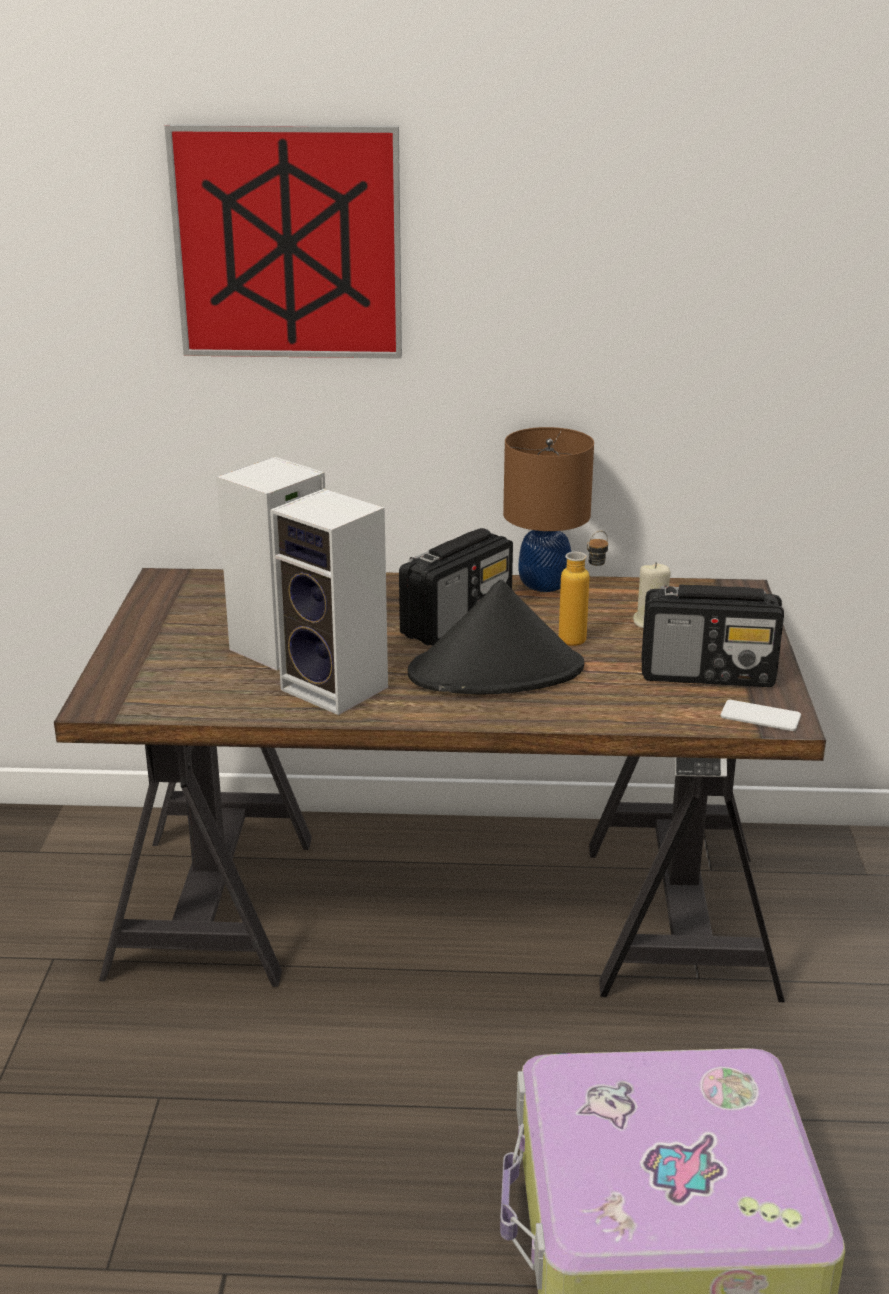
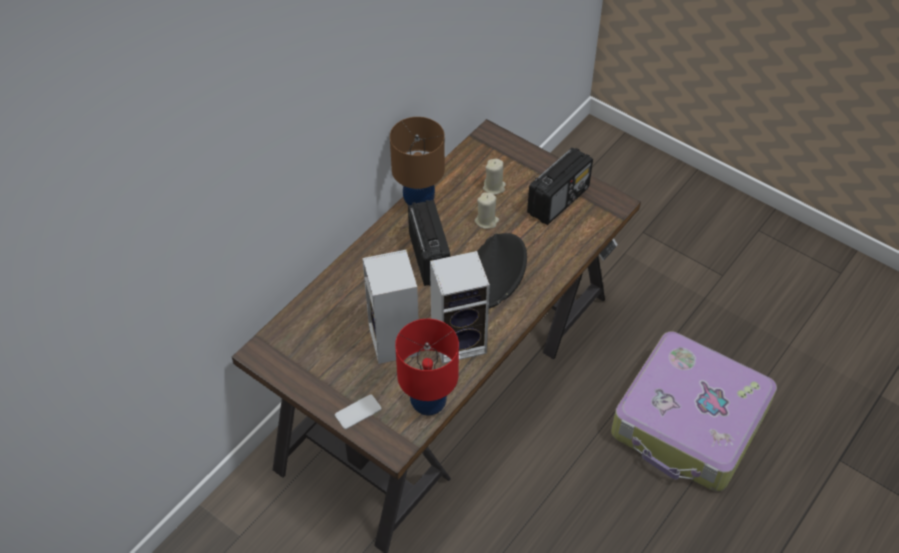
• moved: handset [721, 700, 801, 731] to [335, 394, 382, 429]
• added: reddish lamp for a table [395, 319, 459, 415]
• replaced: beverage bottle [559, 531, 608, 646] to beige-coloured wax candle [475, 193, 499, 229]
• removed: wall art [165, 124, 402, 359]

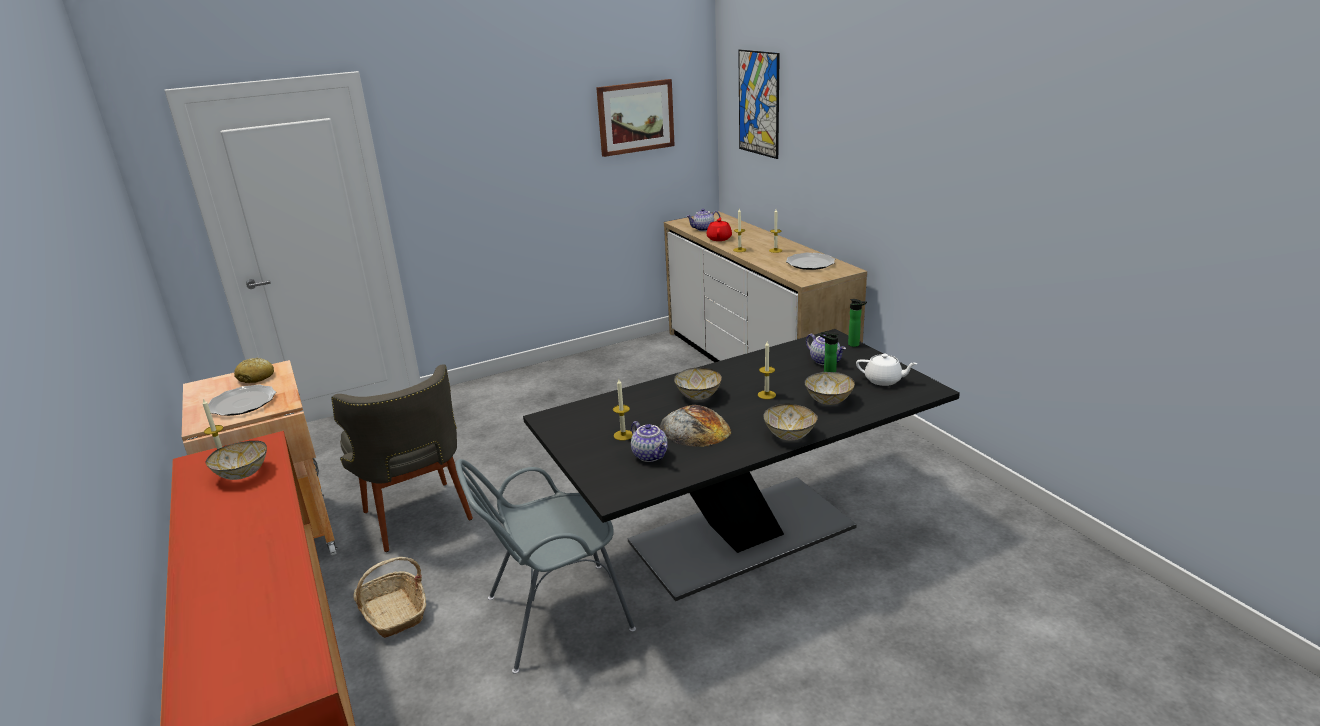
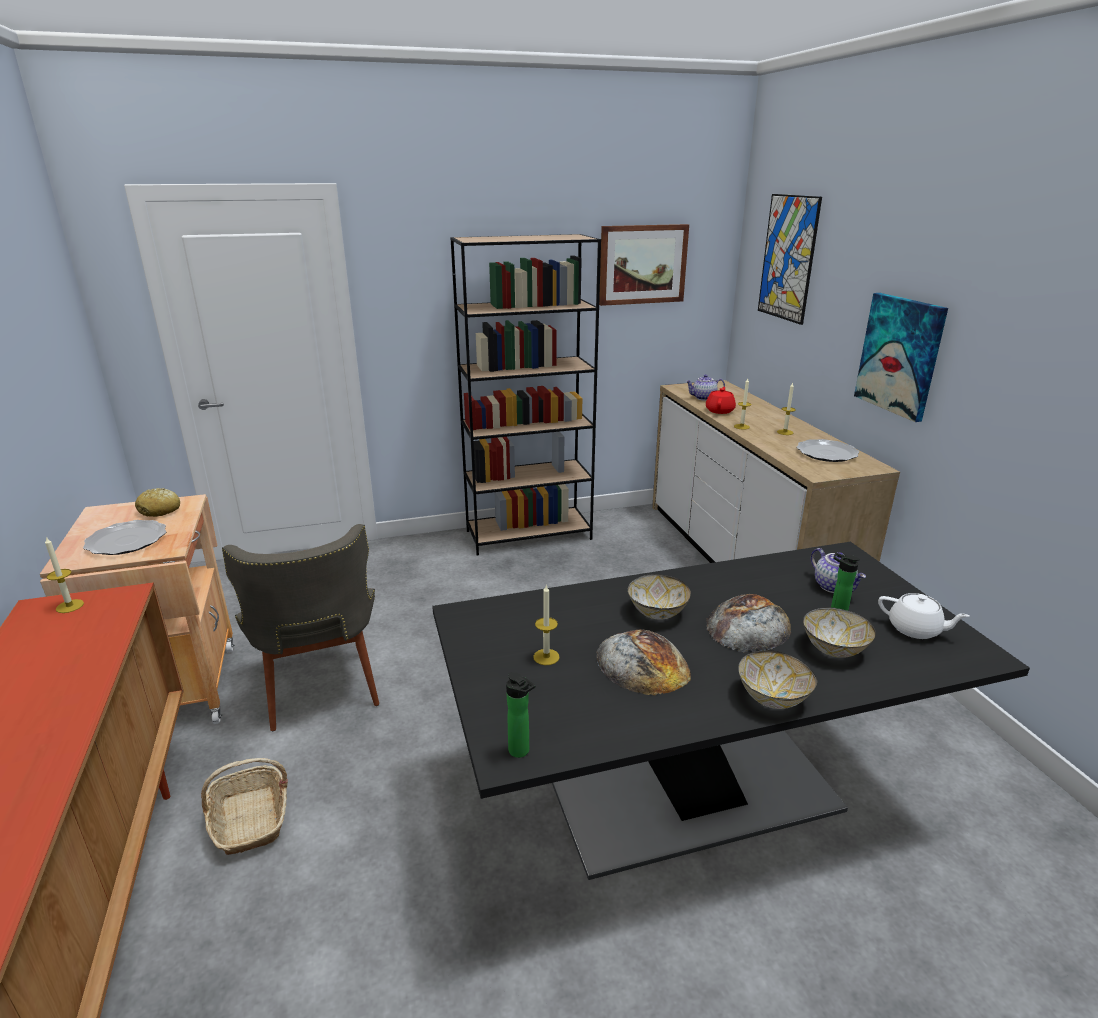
• added: beige-coloured shelving unit [450, 234, 601, 556]
• moved: beverage bottle [848, 299, 867, 347] to [506, 672, 535, 758]
• replaced: wax candle [758, 341, 776, 399] to bakery bread [707, 594, 791, 652]
• added: wall art [854, 293, 948, 422]
• removed: deep dish [205, 441, 267, 480]
• removed: greyish chair [455, 459, 636, 674]
• removed: teapot [631, 421, 668, 462]

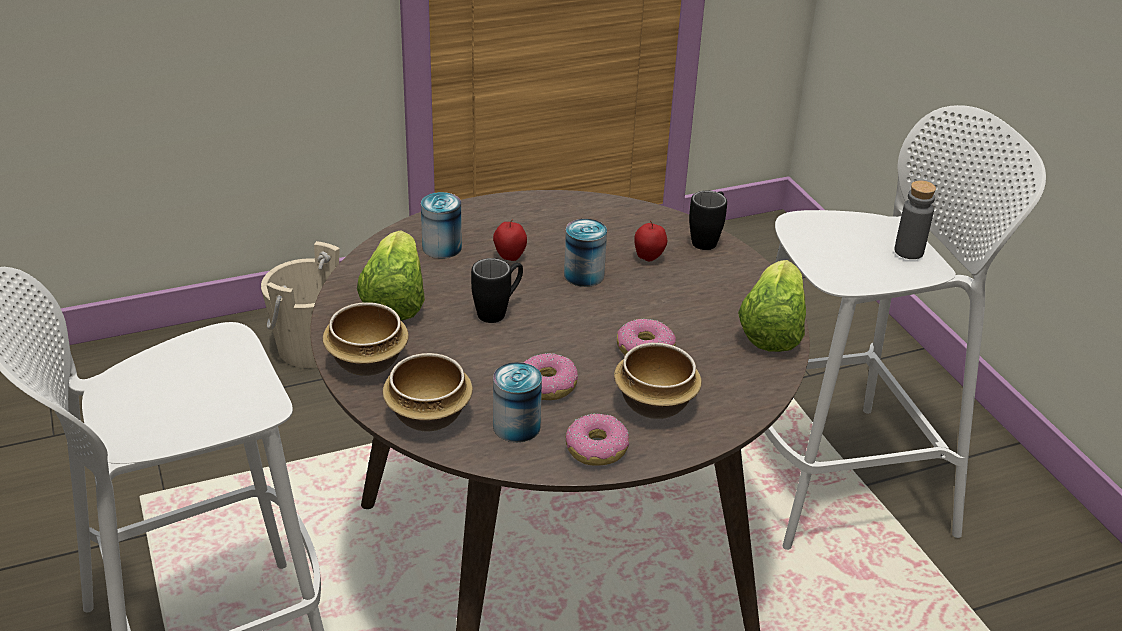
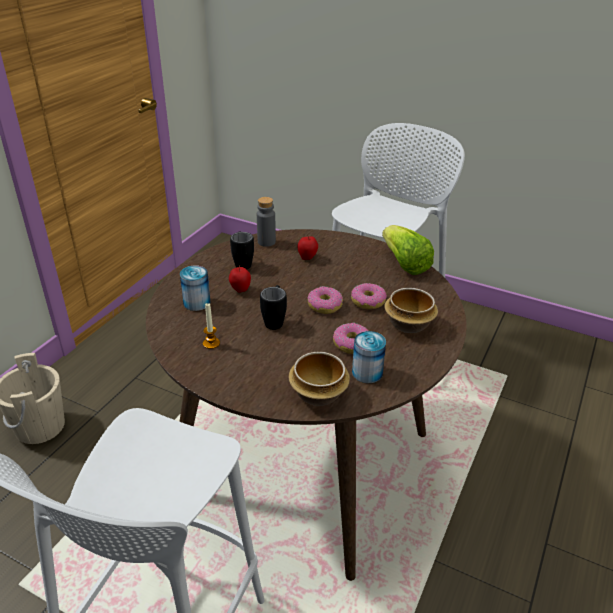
• replaced: head of lettuce [357, 230, 425, 321] to wax candle [203, 303, 220, 349]
• moved: black-coloured tea mug [689, 191, 727, 250] to [230, 231, 254, 270]
• moved: greyish beverage bottle [894, 181, 936, 259] to [257, 197, 276, 247]
• moved: doughnut [565, 414, 629, 466] to [307, 286, 343, 314]
• removed: deep dish [323, 302, 409, 376]
• removed: can [564, 219, 607, 287]

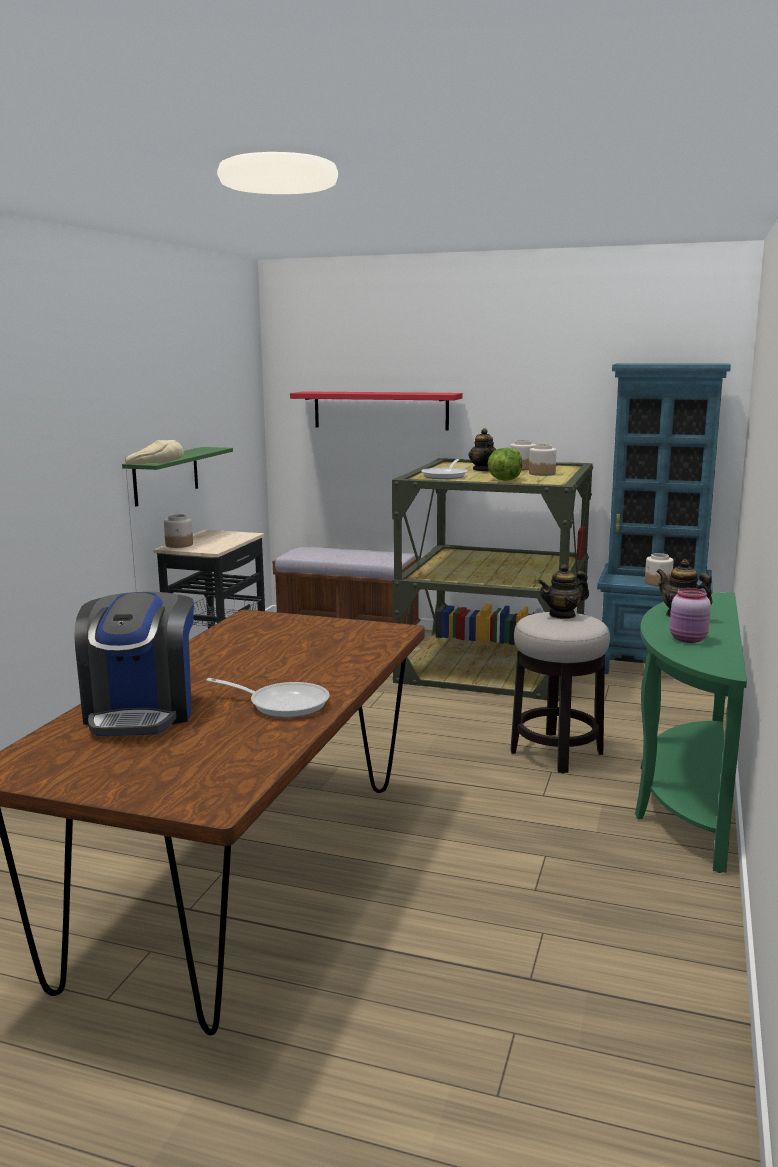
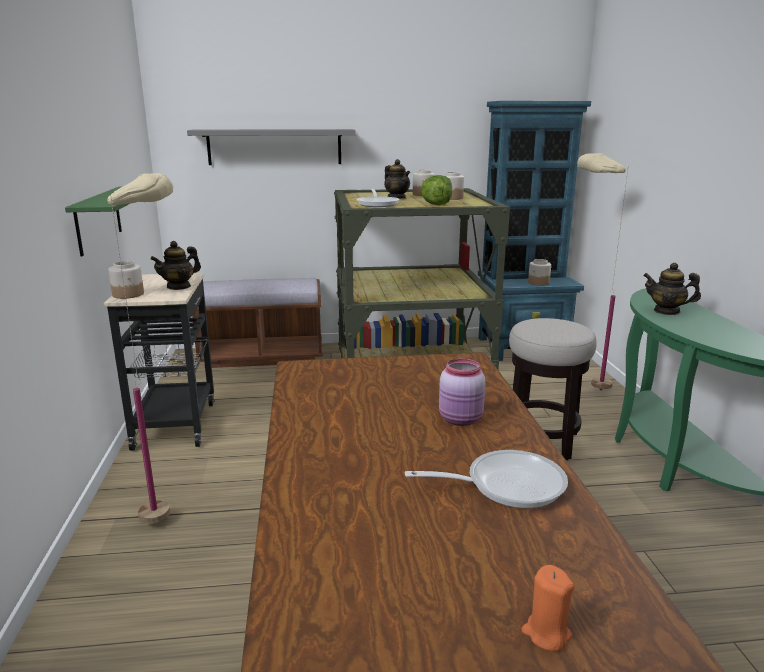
• moved: teapot [538, 564, 589, 619] to [150, 241, 201, 290]
• recoloured: reddish wall shelf [290, 391, 463, 430] to greyish wall shelf [187, 129, 356, 165]
• moved: pink preserve jar [670, 588, 711, 643] to [439, 358, 486, 426]
• added: orangey wax candle [521, 565, 574, 651]
• added: beige-coloured floor lamp [577, 153, 629, 391]
• removed: coffee maker [74, 592, 194, 736]

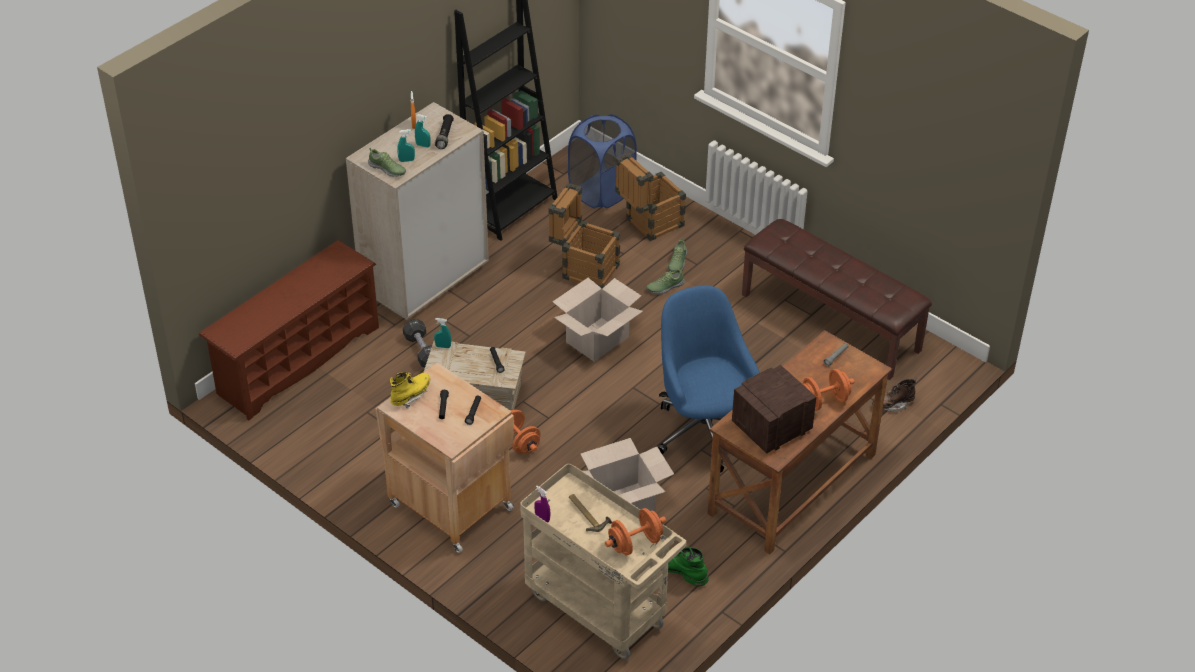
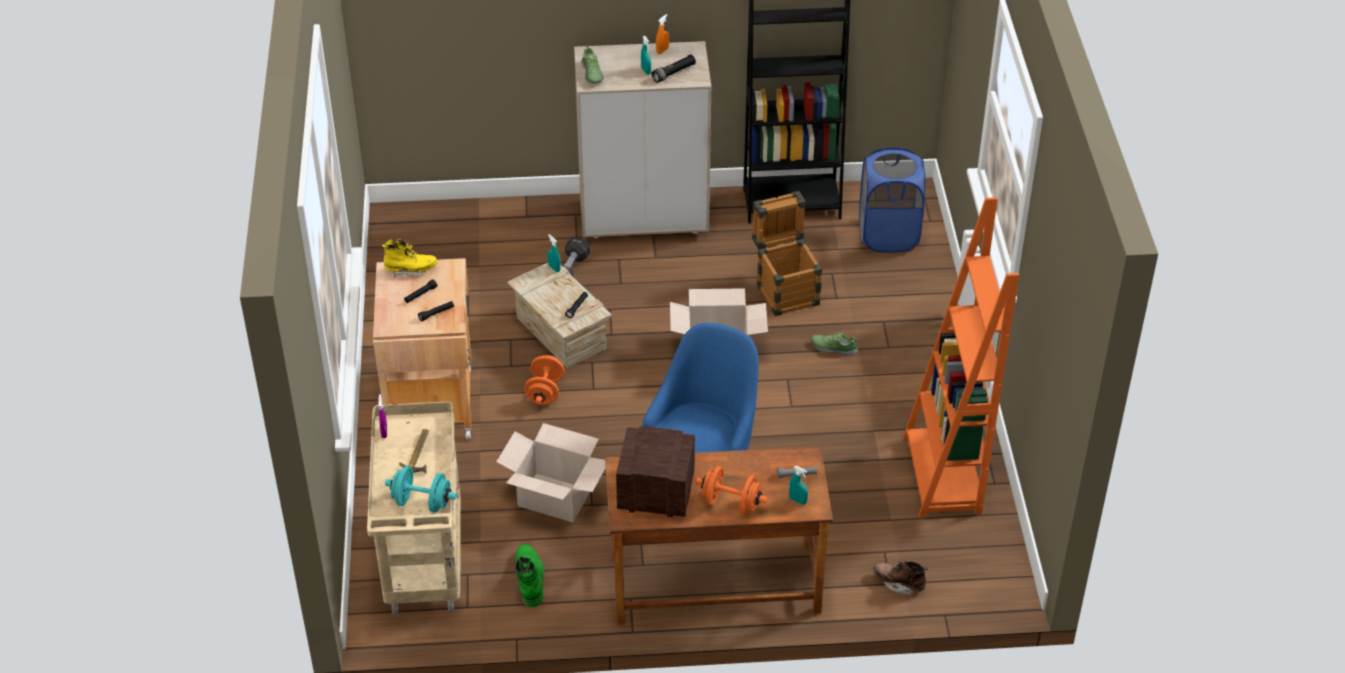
• recoloured: orangey hand weight [605, 508, 666, 555] to turquoise hand weight [385, 466, 457, 513]
• moved: turquoise hand sprayer [397, 129, 415, 162] to [789, 466, 808, 505]
• replaced: brown indoor bench [742, 219, 932, 380] to orangey shelving unit [903, 197, 1019, 517]
• removed: brown shoe rack [199, 240, 379, 421]
• removed: packing crate [615, 153, 686, 241]
• removed: shoe [667, 238, 687, 272]

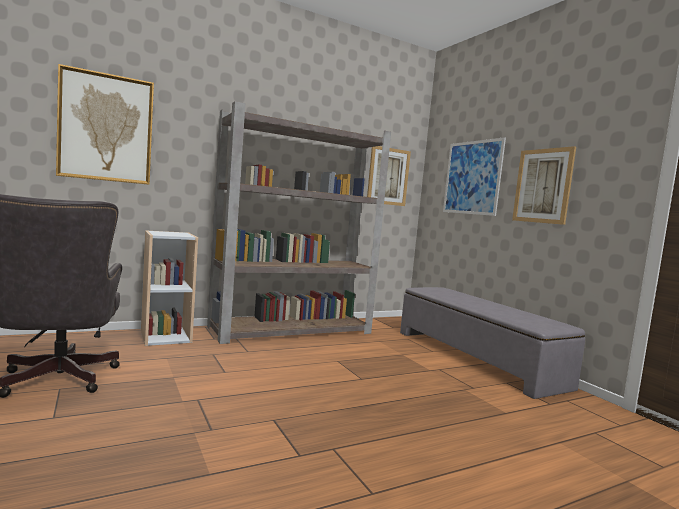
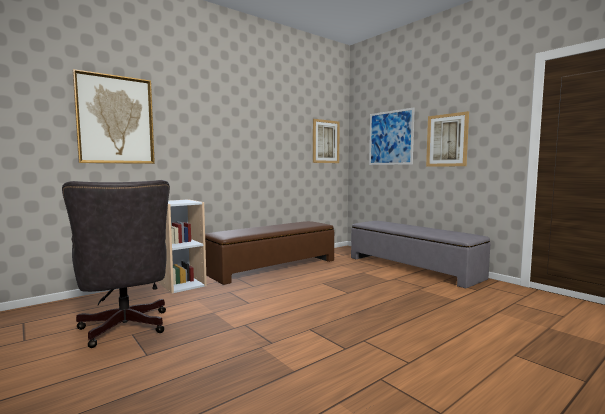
• replaced: brown shelving unit [207, 101, 391, 344] to brown indoor bench [205, 221, 334, 285]

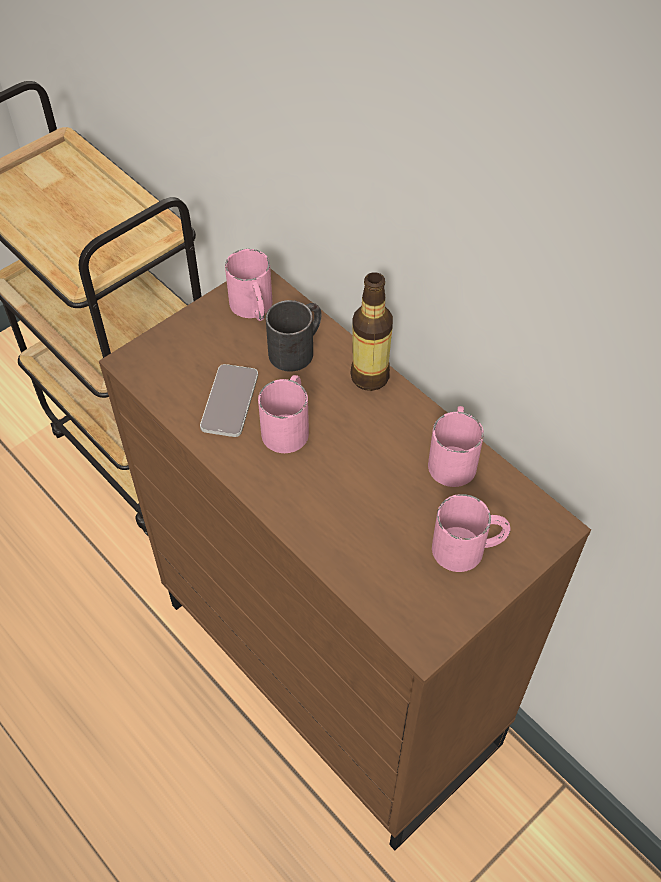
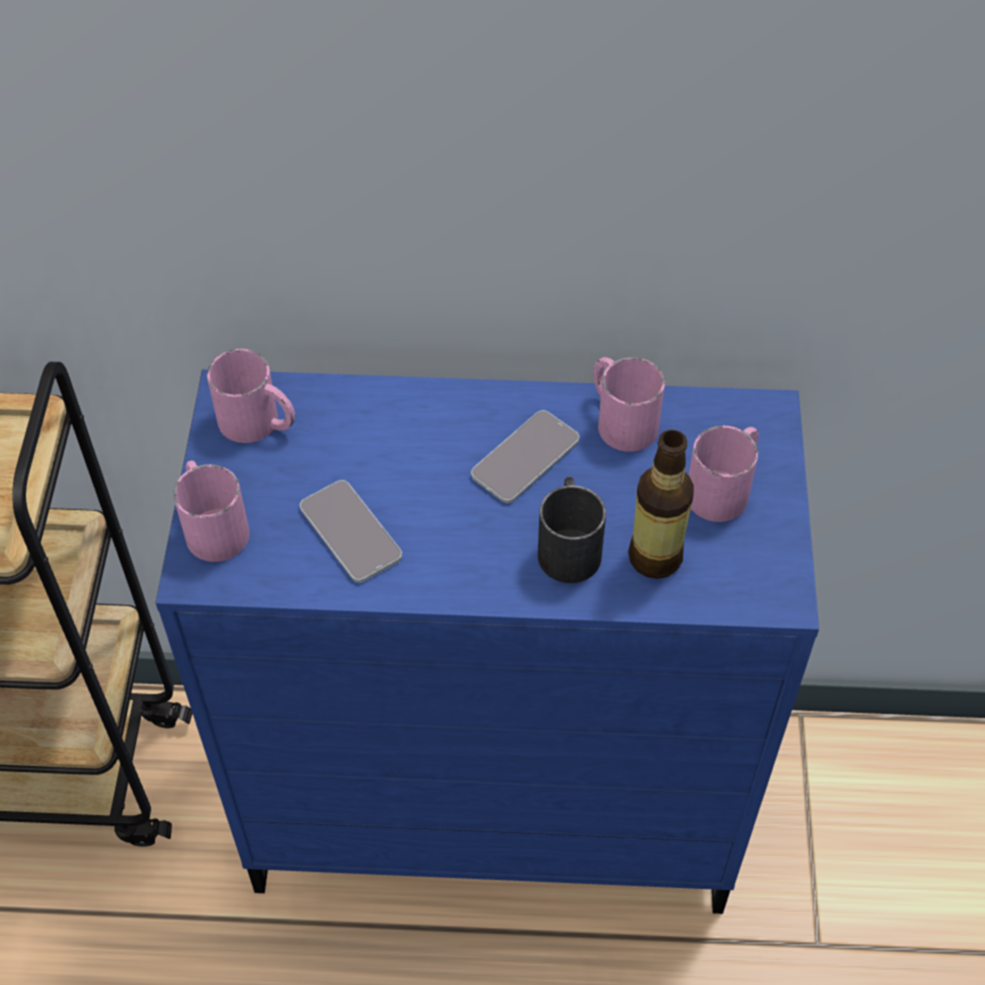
• recoloured: brown drawer chest [99, 268, 591, 850] to blue drawer chest [156, 369, 819, 914]
• moved: pink tea mug [258, 375, 309, 453] to [173, 460, 250, 562]
• added: handset [471, 410, 579, 503]
• moved: black-coloured tea mug [266, 300, 322, 372] to [538, 477, 606, 583]
• moved: beverage bottle [350, 272, 393, 391] to [628, 430, 694, 579]

